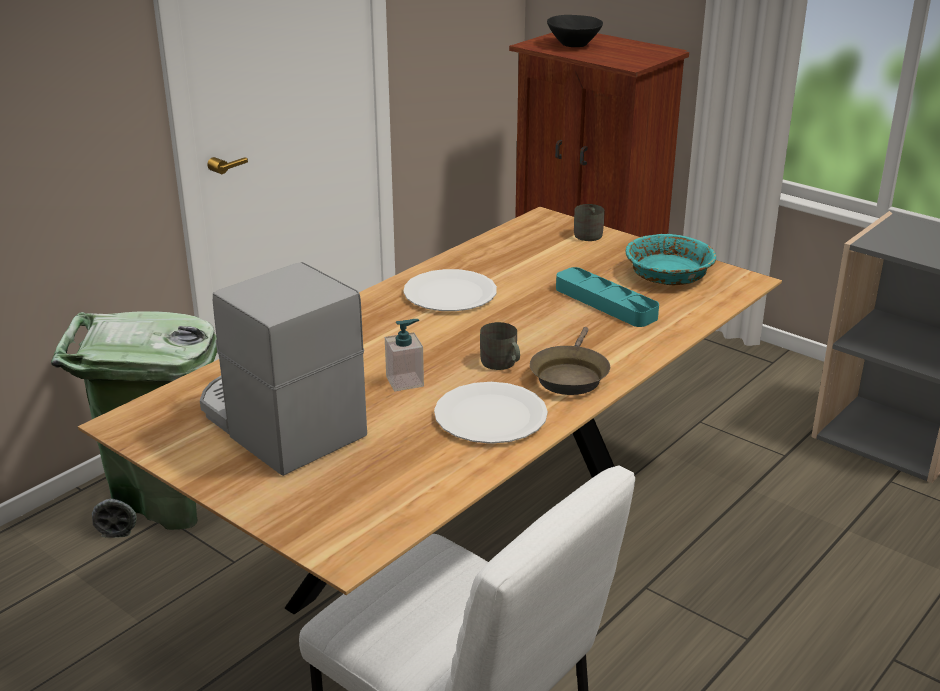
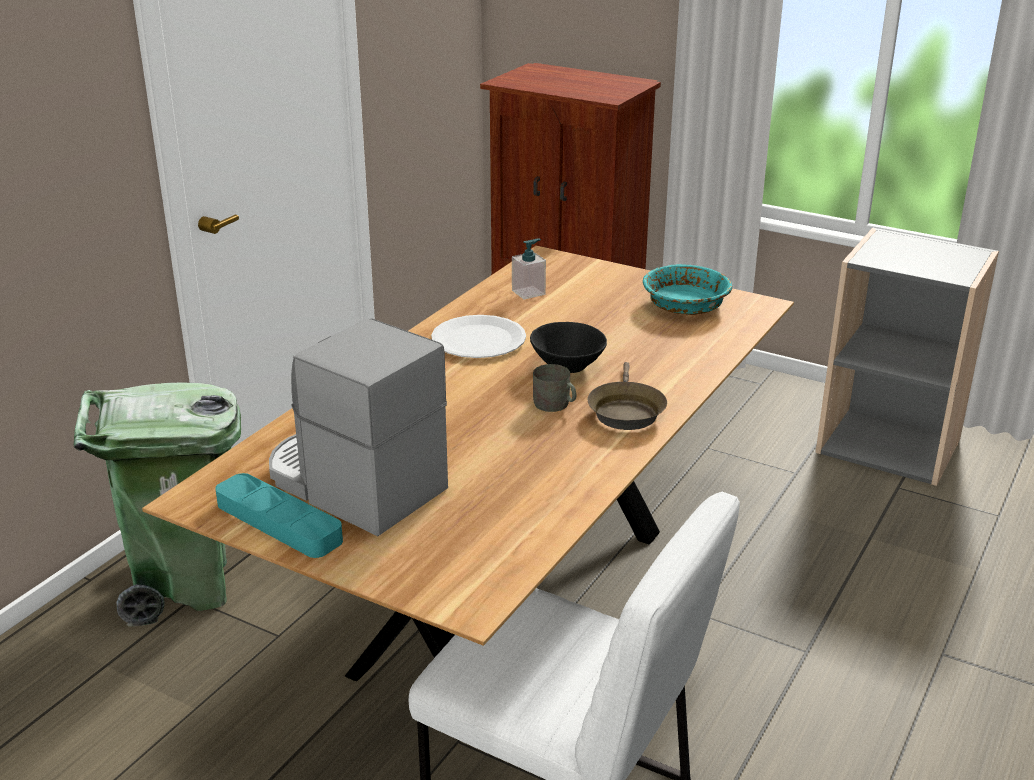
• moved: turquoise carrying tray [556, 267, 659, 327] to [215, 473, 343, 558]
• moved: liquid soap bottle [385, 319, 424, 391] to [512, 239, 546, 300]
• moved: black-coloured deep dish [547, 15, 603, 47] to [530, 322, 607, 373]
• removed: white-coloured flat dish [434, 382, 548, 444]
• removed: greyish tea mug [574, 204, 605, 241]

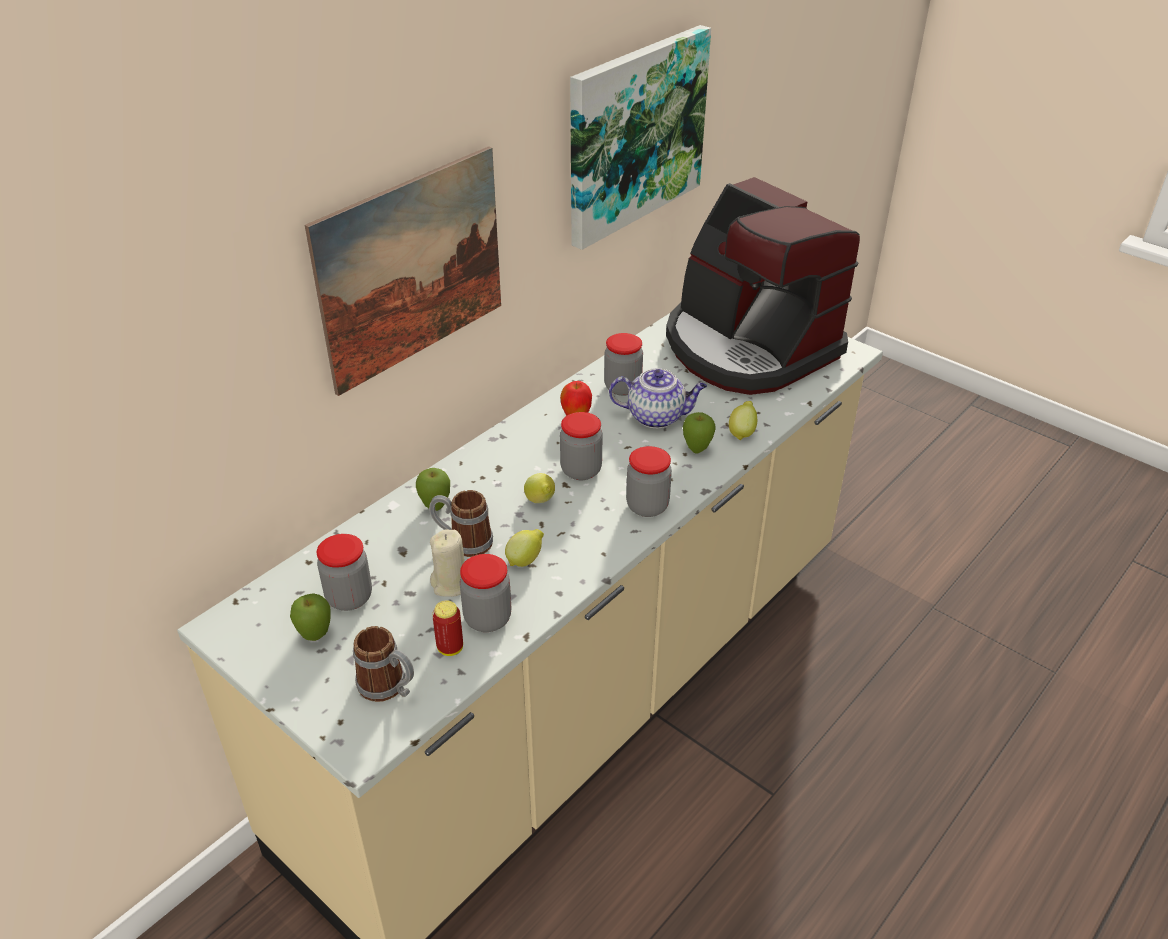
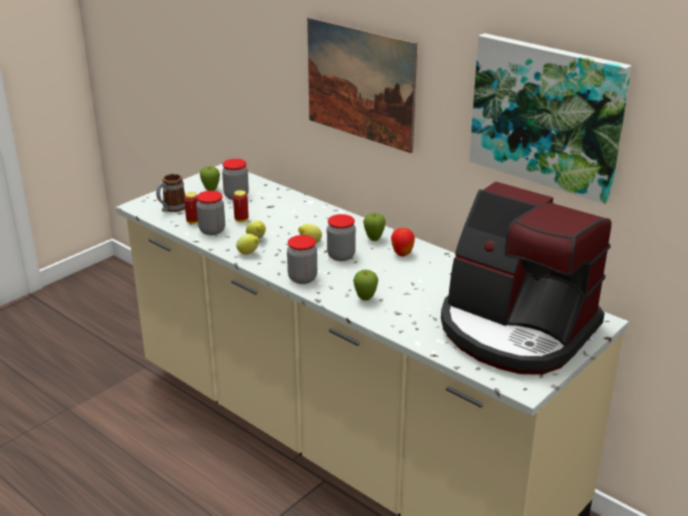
• replaced: beige-coloured wax candle [430, 529, 464, 597] to can [233, 190, 249, 222]
• moved: citrus fruit [729, 401, 757, 440] to [236, 234, 259, 255]
• moved: apple fruit [416, 468, 450, 511] to [363, 213, 386, 241]
• turned: coffee maker [666, 177, 860, 395] = [441, 182, 611, 375] 105 degrees counterclockwise
• removed: tea mug [429, 490, 493, 557]
• removed: preserve jar [604, 333, 643, 396]
• removed: teapot [609, 368, 707, 428]

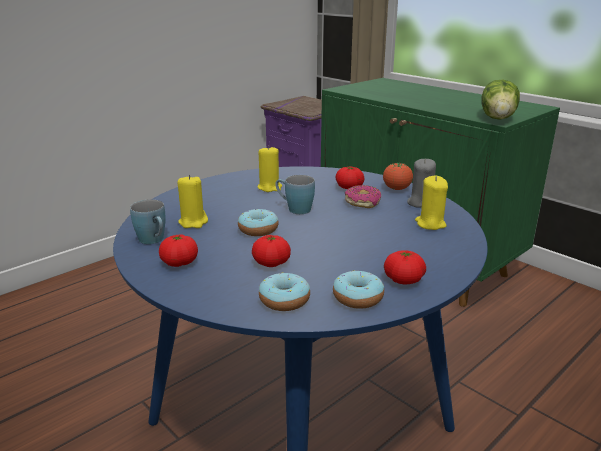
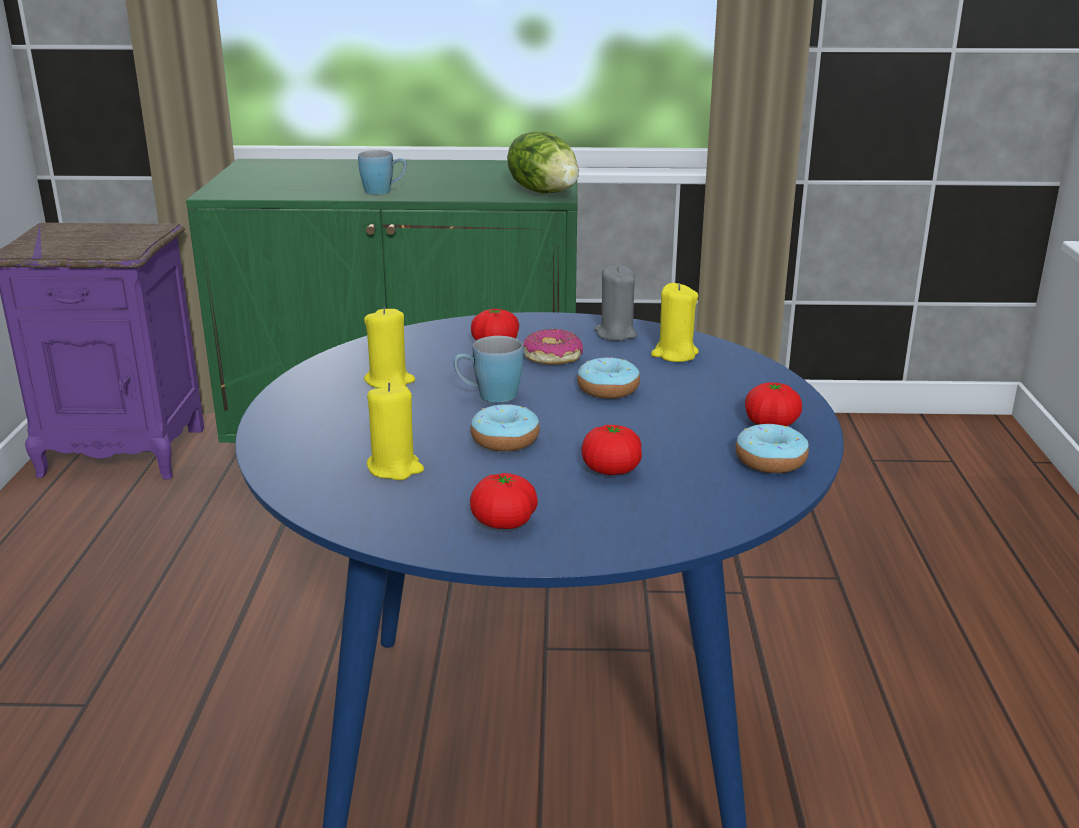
• moved: blue tea mug [130, 199, 166, 244] to [358, 151, 407, 195]
• moved: doughnut [259, 272, 310, 311] to [577, 357, 640, 399]
• removed: tomato [383, 163, 413, 190]

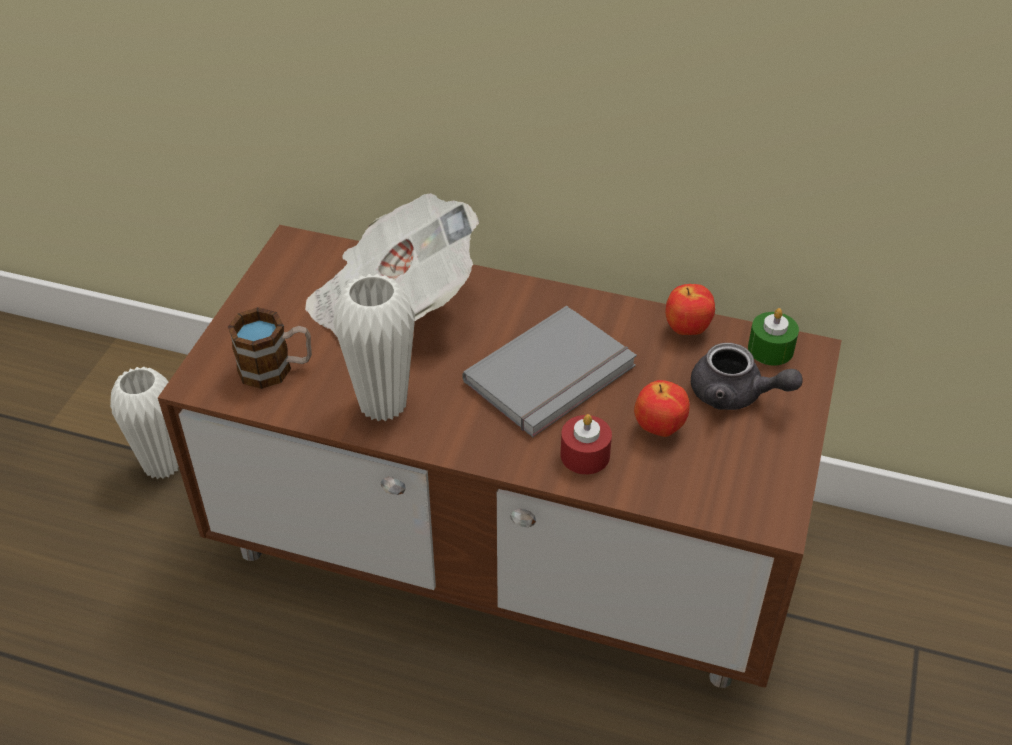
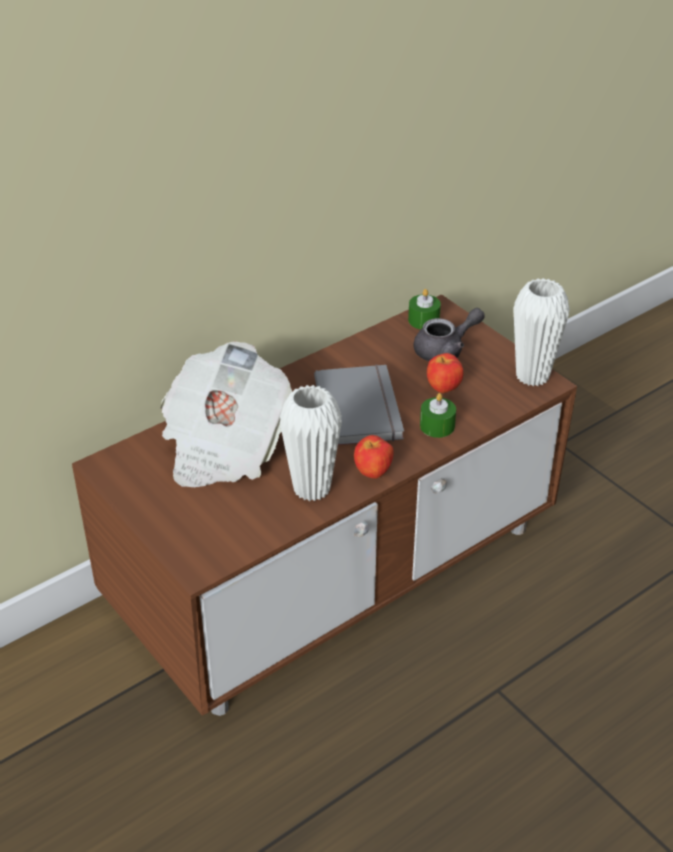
• moved: apple fruit [665, 284, 715, 335] to [354, 435, 394, 479]
• recoloured: reddish wax candle [561, 414, 612, 474] to green wax candle [420, 393, 456, 438]
• moved: white-coloured decorative vase [110, 367, 179, 479] to [513, 278, 570, 386]
• removed: tea mug [228, 307, 312, 389]

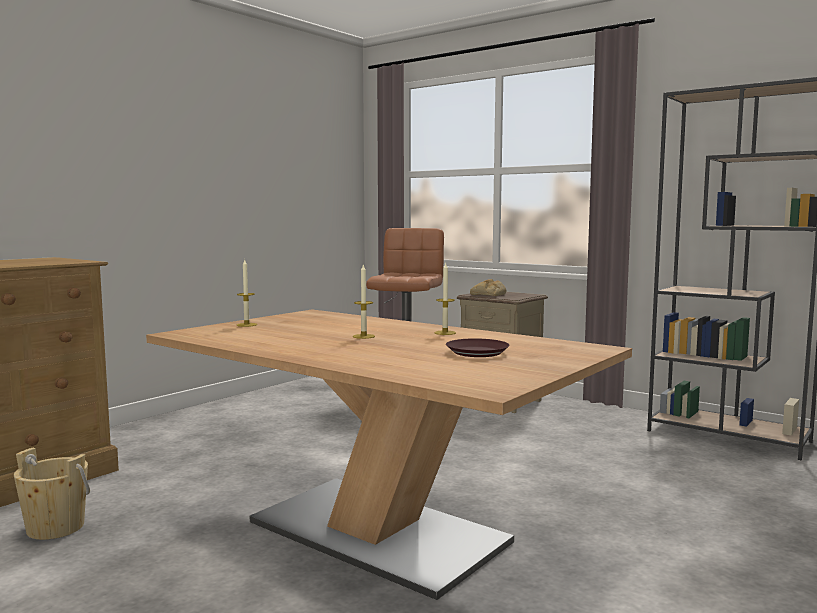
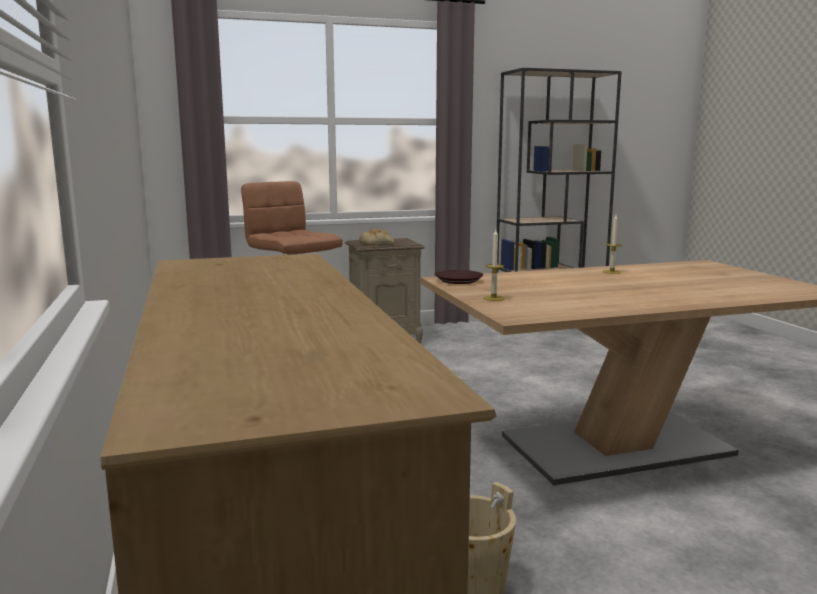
• moved: brown flat dish [446, 338, 510, 357] to [435, 270, 483, 284]
• removed: wax candle [353, 265, 375, 339]

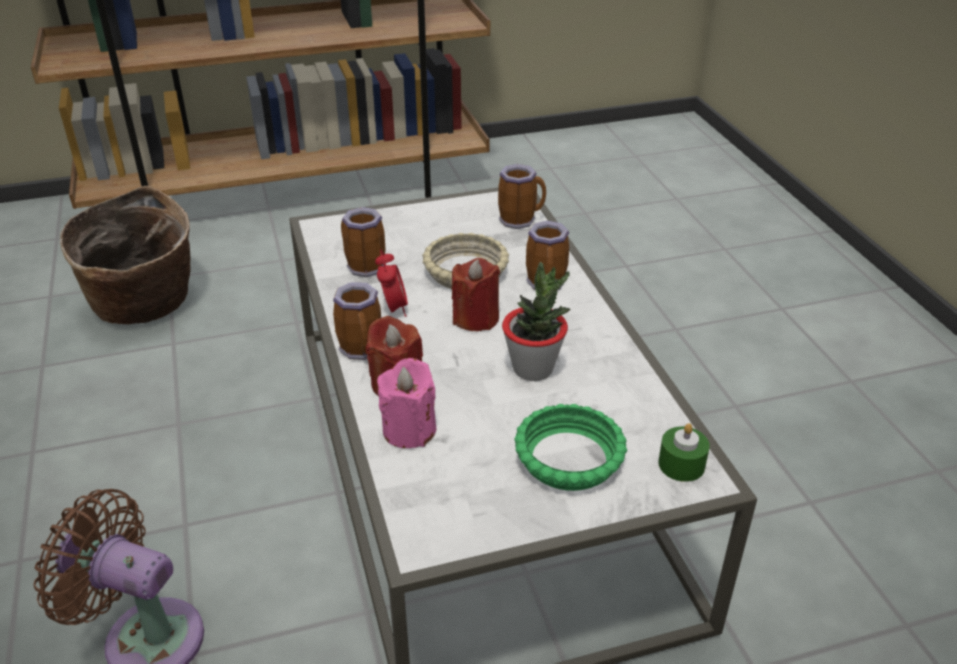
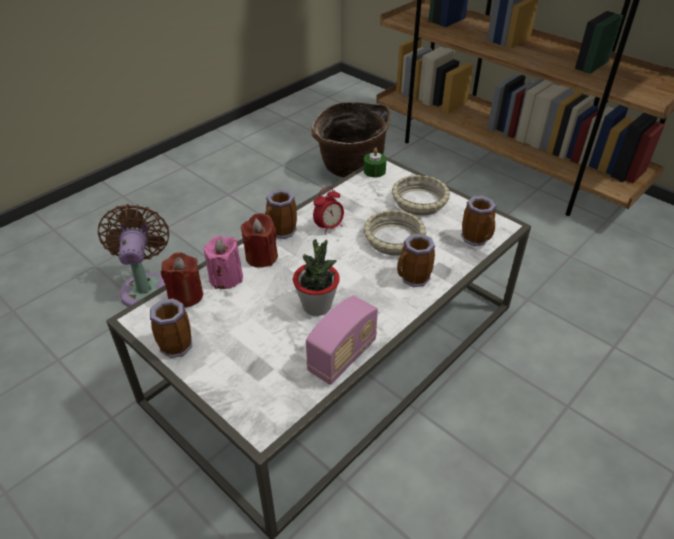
• moved: tea mug [341, 207, 385, 277] to [150, 298, 192, 358]
• moved: reddish wax candle [452, 258, 500, 331] to [161, 252, 203, 308]
• added: radio [306, 296, 378, 385]
• moved: green wax candle [658, 423, 710, 482] to [364, 148, 387, 177]
• added: beige-coloured deep dish [392, 175, 450, 216]
• removed: green deep dish [514, 404, 627, 491]

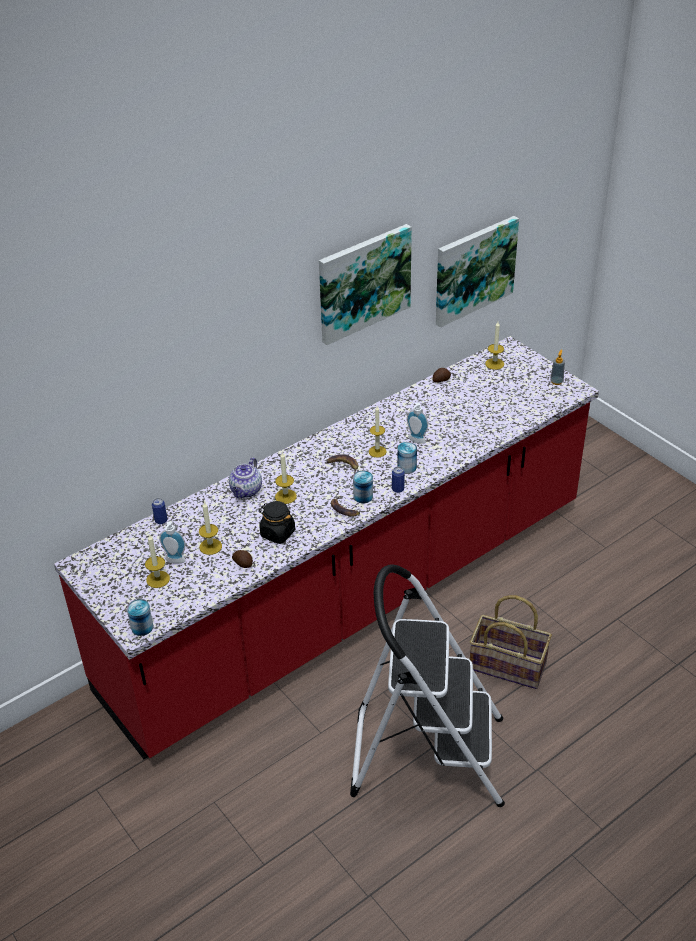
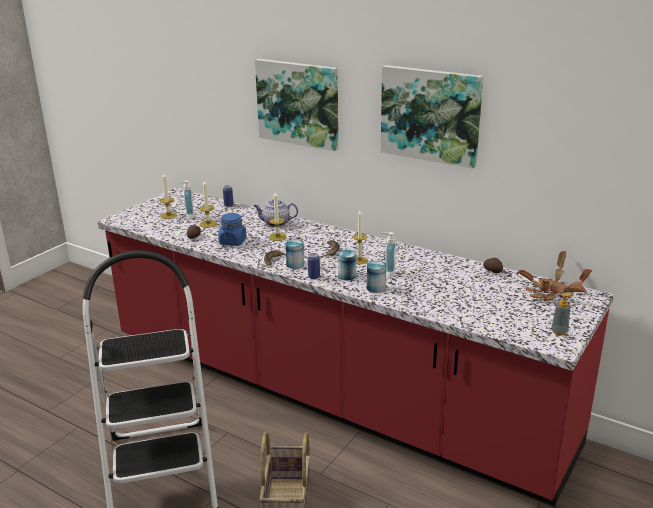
• recoloured: black-coloured preserve jar [259, 501, 295, 544] to blue preserve jar [218, 213, 247, 246]
• moved: wall art [436, 216, 519, 328] to [255, 59, 338, 151]
• moved: can [127, 599, 153, 636] to [367, 261, 386, 293]
• replaced: wax candle [485, 322, 504, 370] to potted plant [518, 251, 592, 301]

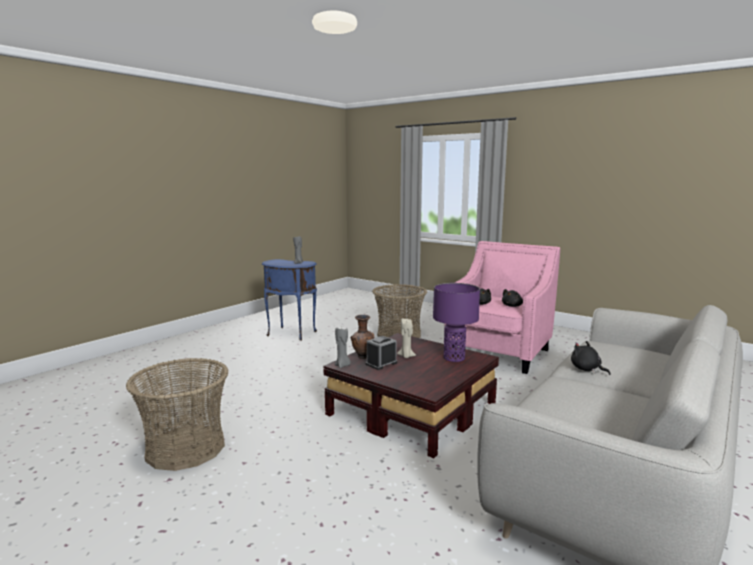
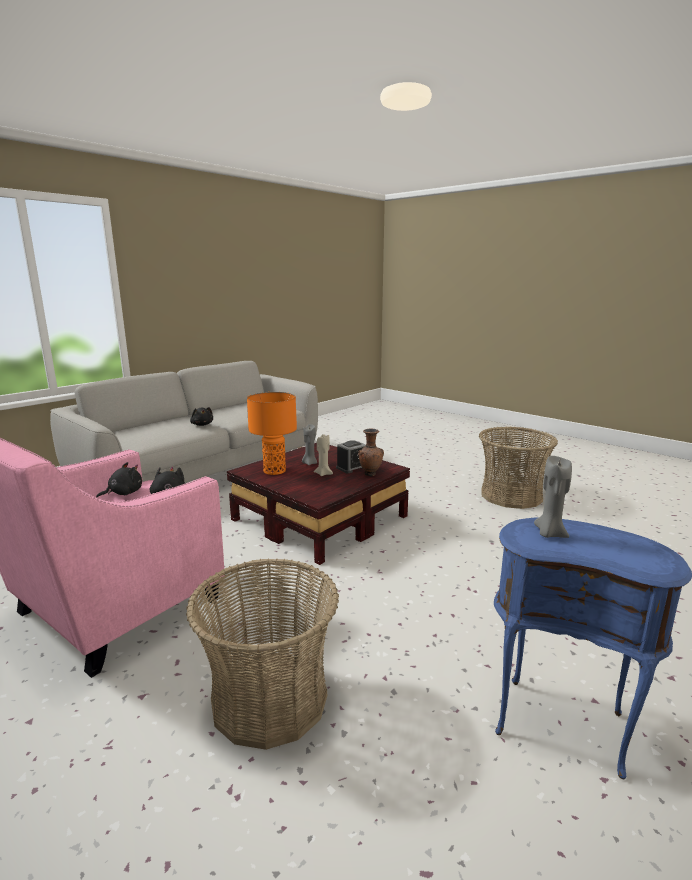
• recoloured: purplish lamp for a table [433, 283, 480, 362] to orangey lamp for a table [247, 392, 297, 475]
• moved: greyish wax candle [335, 326, 351, 368] to [302, 424, 317, 465]

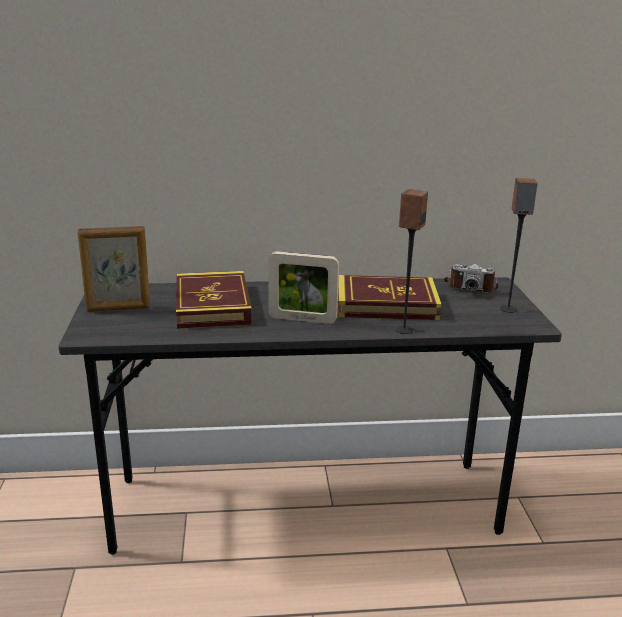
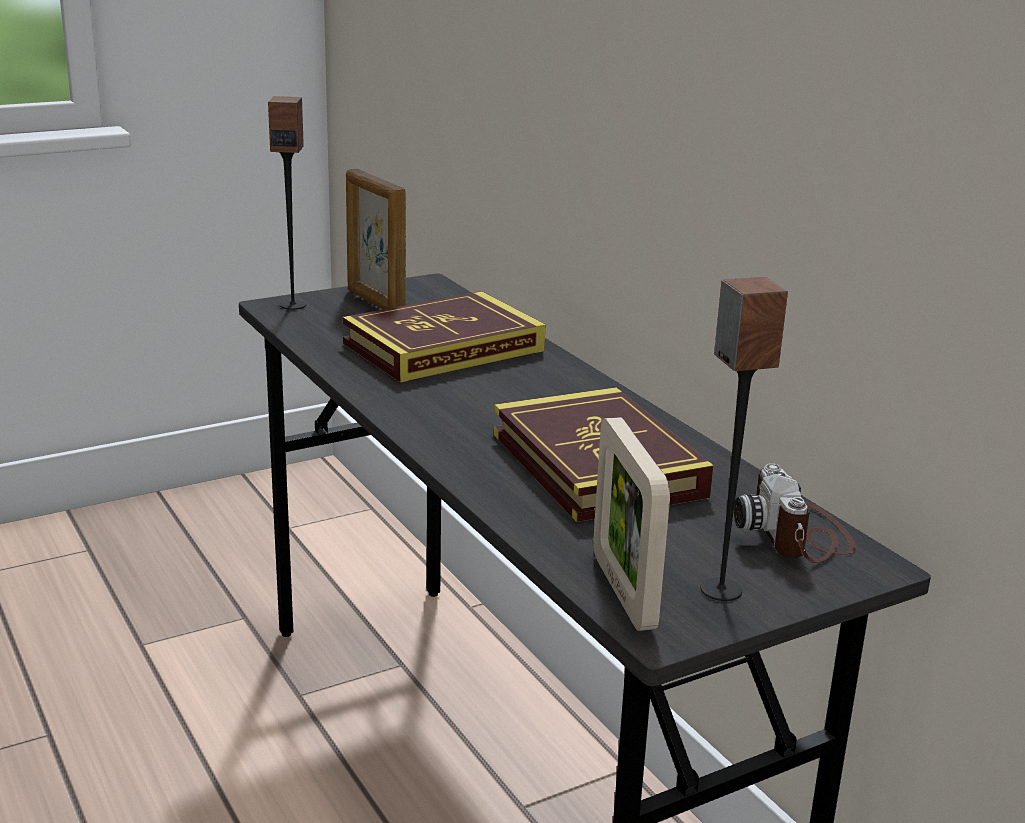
• moved: speaker [395, 189, 428, 334] to [268, 96, 306, 310]
• moved: picture frame [268, 251, 339, 324] to [593, 417, 670, 631]

